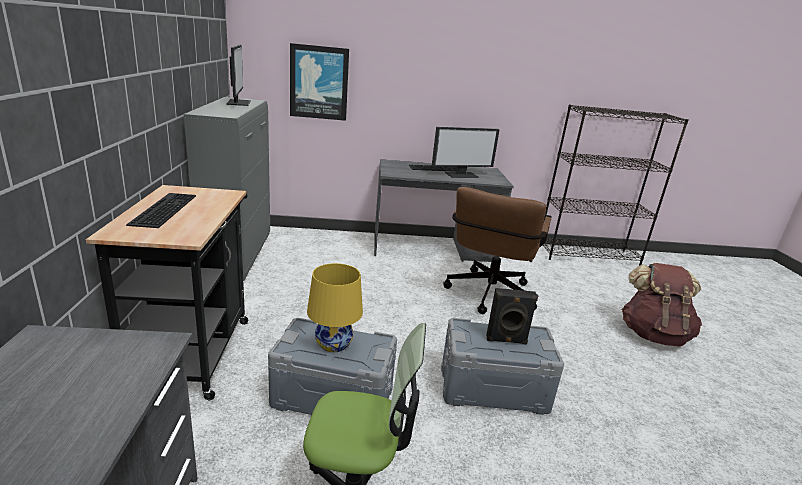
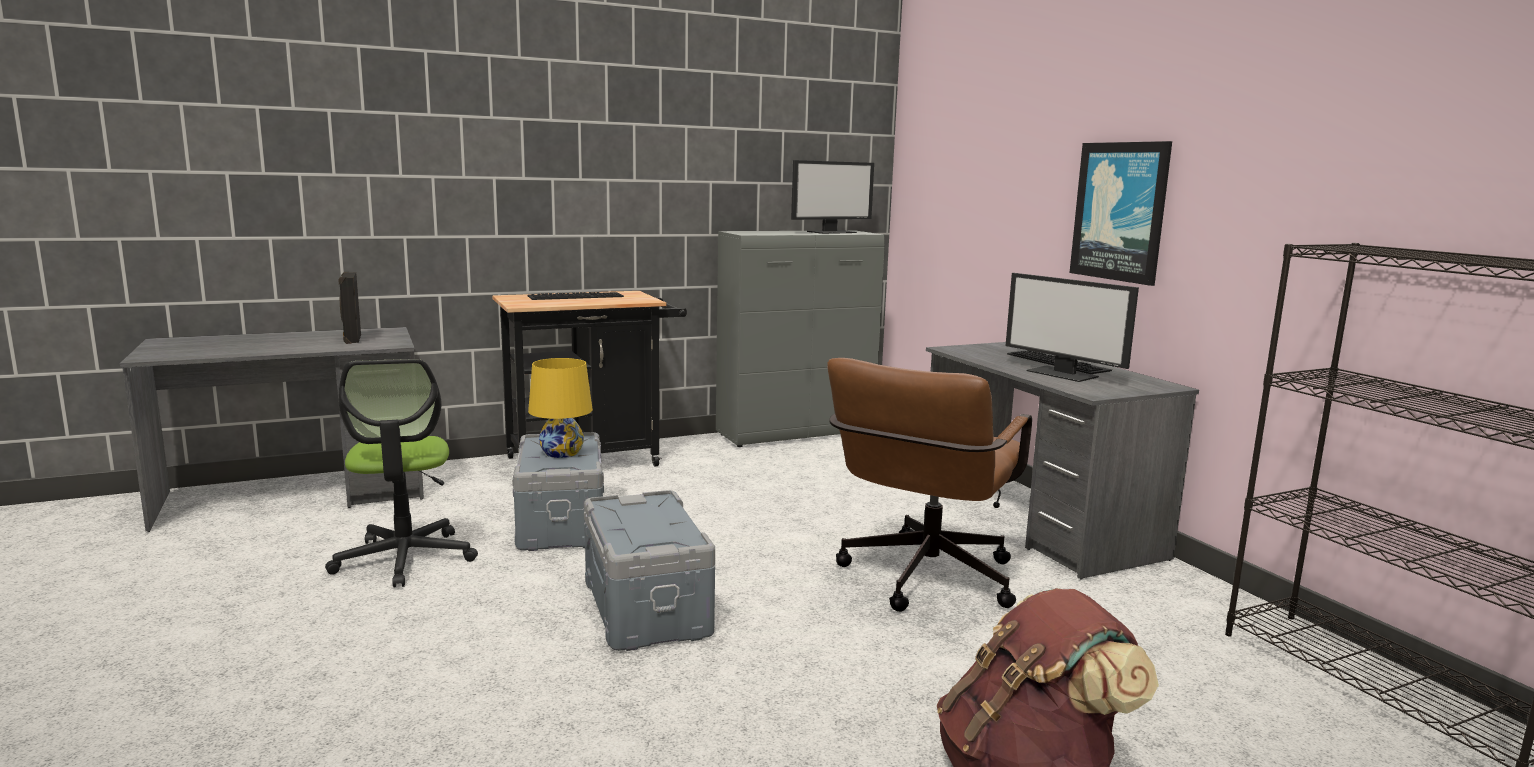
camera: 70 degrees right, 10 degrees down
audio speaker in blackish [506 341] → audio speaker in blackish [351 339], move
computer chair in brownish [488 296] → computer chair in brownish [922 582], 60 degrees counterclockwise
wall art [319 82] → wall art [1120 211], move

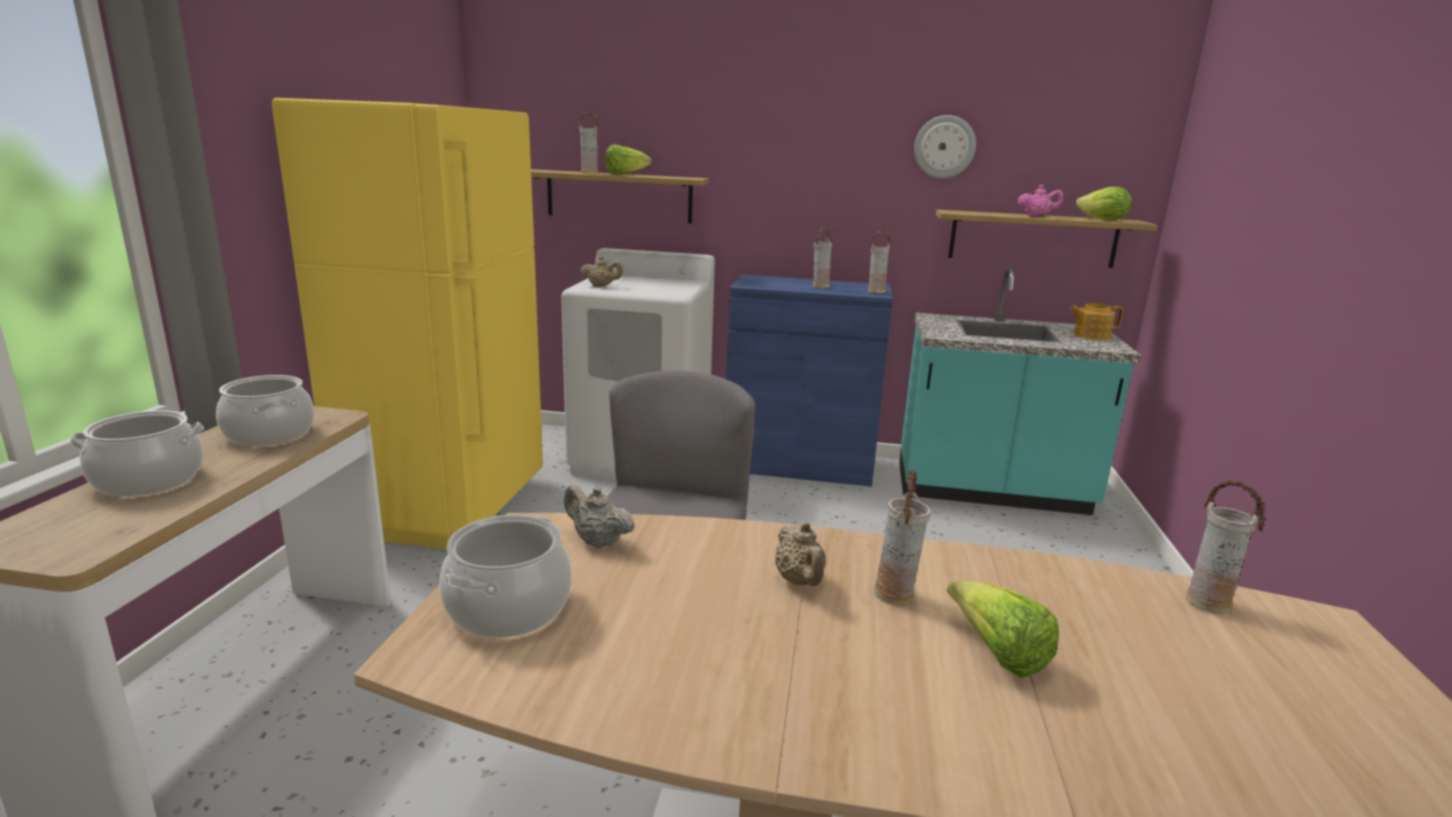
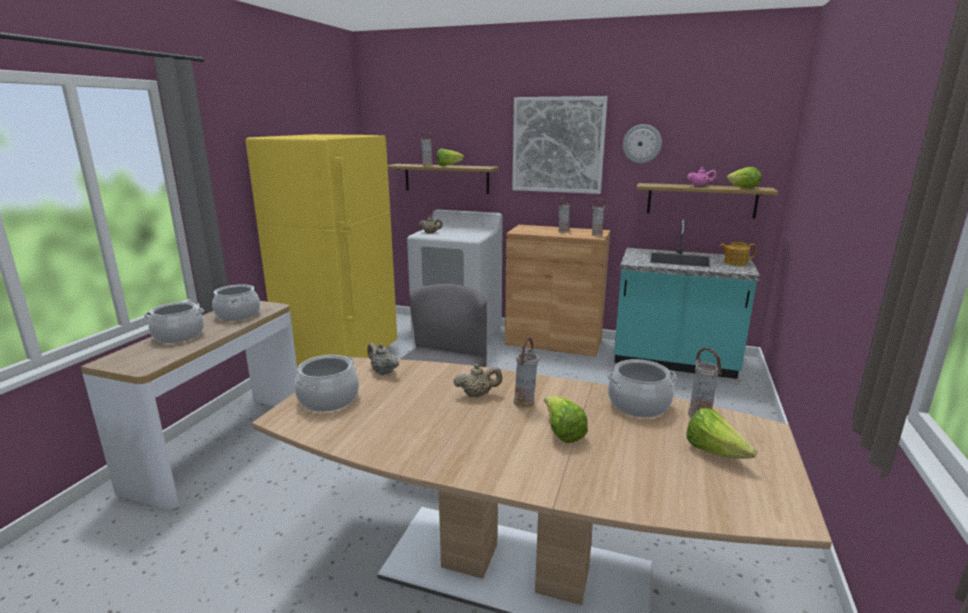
camera: 10 degrees right, 0 degrees up
teapot in sand-coloured [800 581] → teapot in sand-coloured [477 395], 90 degrees counterclockwise
cupboard in blue [798 464] → cupboard in brownish [553 342]
- → wall art [558 145]
- → saucepot [638 404]
- → lettuce [714 452]

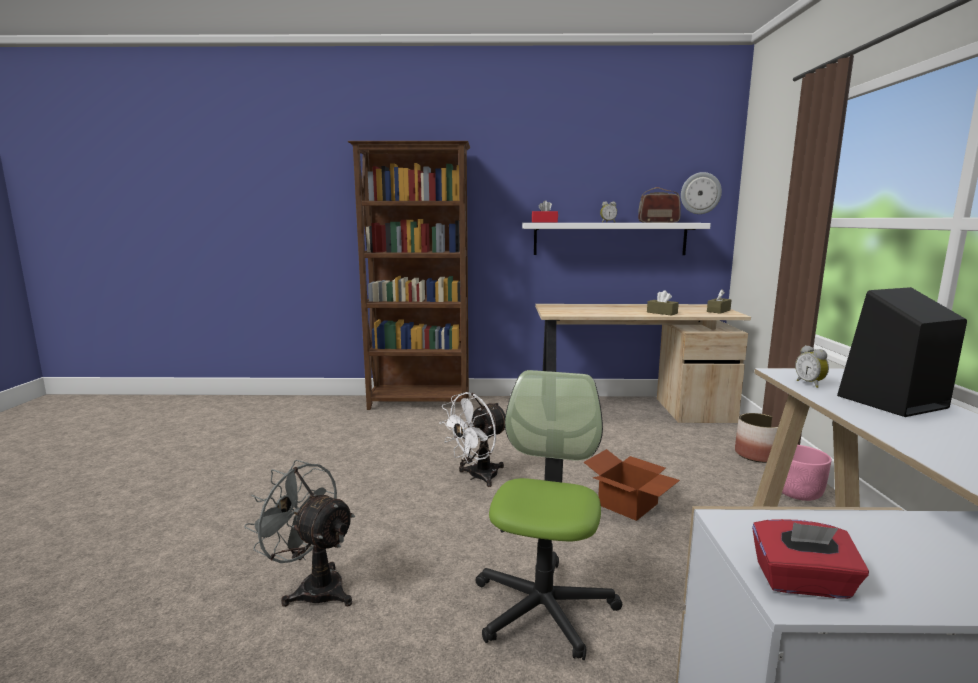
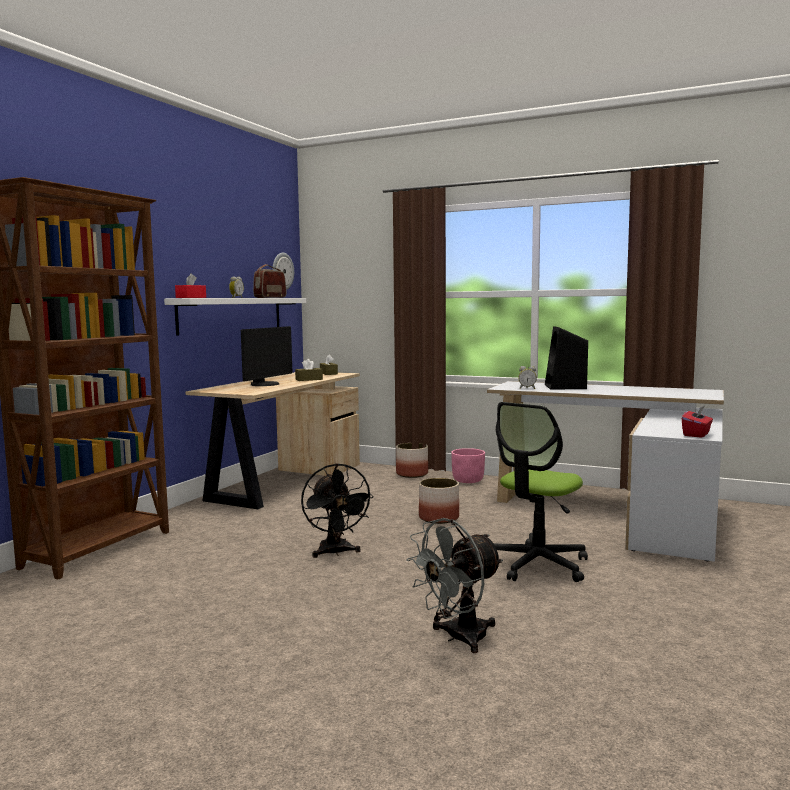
camera: 65 degrees left, 5 degrees down
- → monitor [266 384]
electric fan in whitish [477 477] → electric fan in blackish [336 553]
carton [628 505] → plant pot [439 518]
computer chair [543 607] → computer chair [537 564], 90 degrees counterclockwise

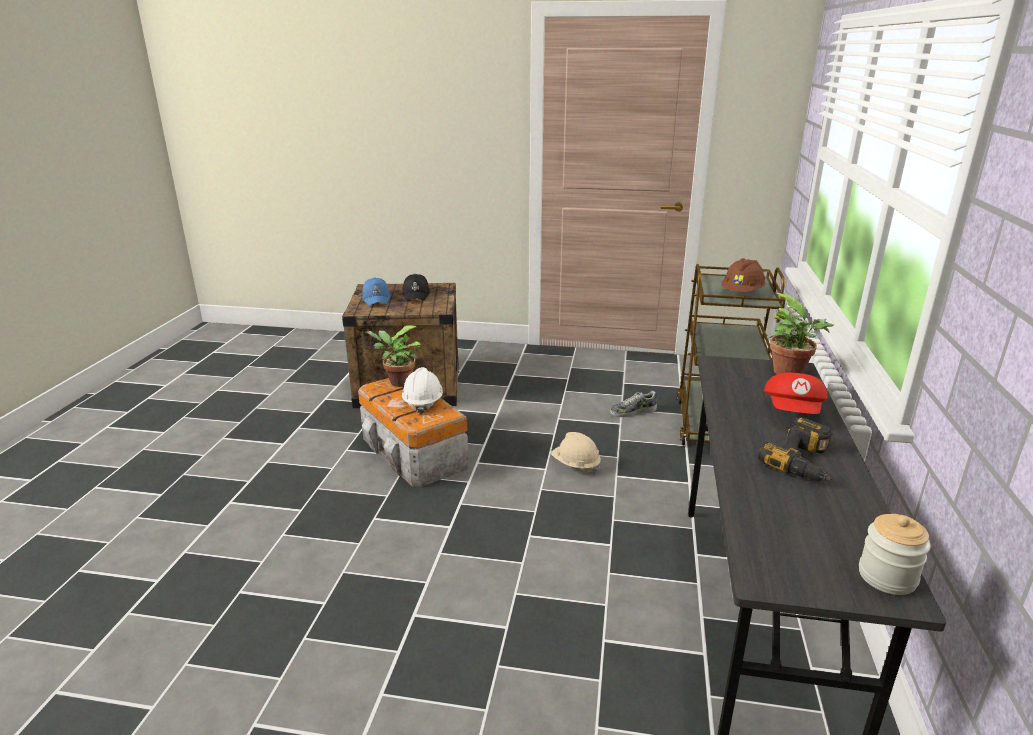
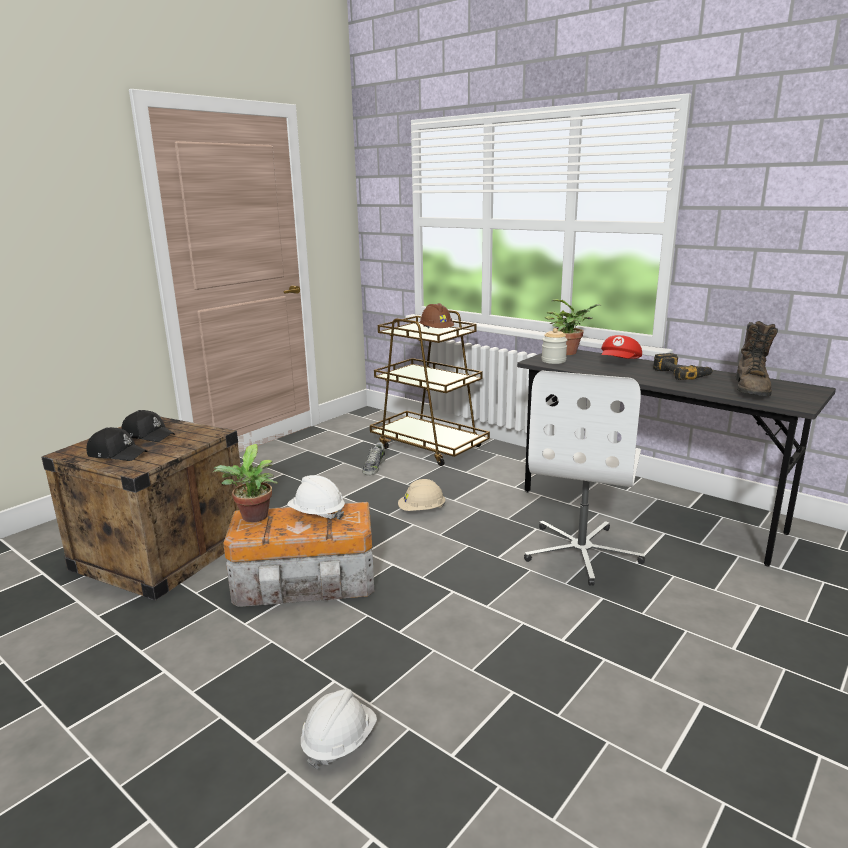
camera: 60 degrees left, 5 degrees down
cap in blue [377 298] → cap in blackish [117 454]
- → safety helmet in whitish [339 742]
- → computer chair in whitish [582 552]
jar [887 577] → jar [553 361], move
cap in red [793 411] → cap in red [620 363], 75 degrees clockwise
- → boot in brownish [752 389]

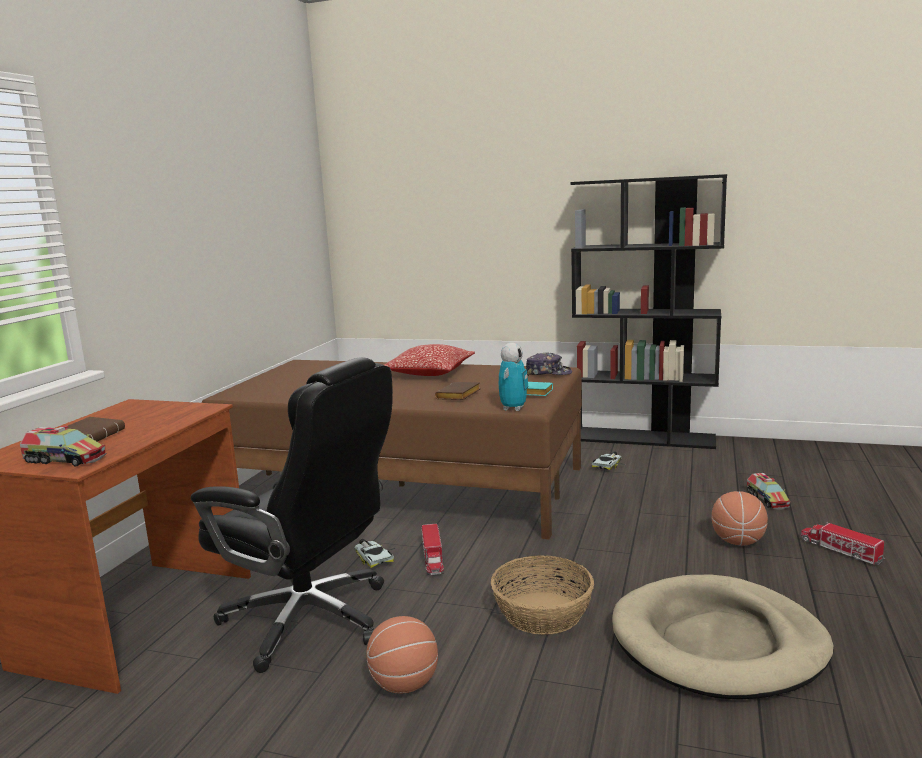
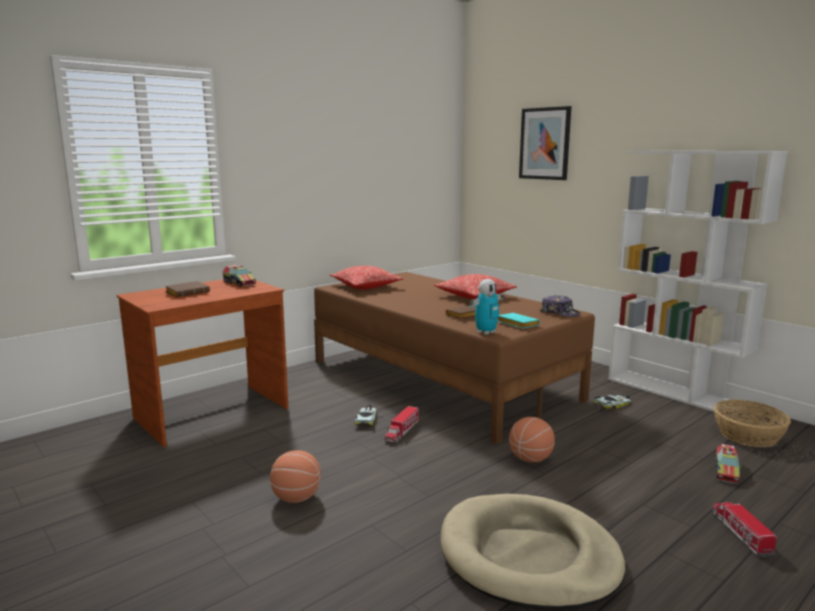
camera: 30 degrees right, 0 degrees up
model truck [65 459] → model truck [239 283], move
- → pillow [366 287]
ball for basketball [738 541] → ball for basketball [530 459], move
- → wall art [545 143]
shelving unit in blackish [644 438] → shelving unit in whitish [675 392]
household basket [542 612] → household basket [748 435], move
computer chair in blackish [310 619] → -

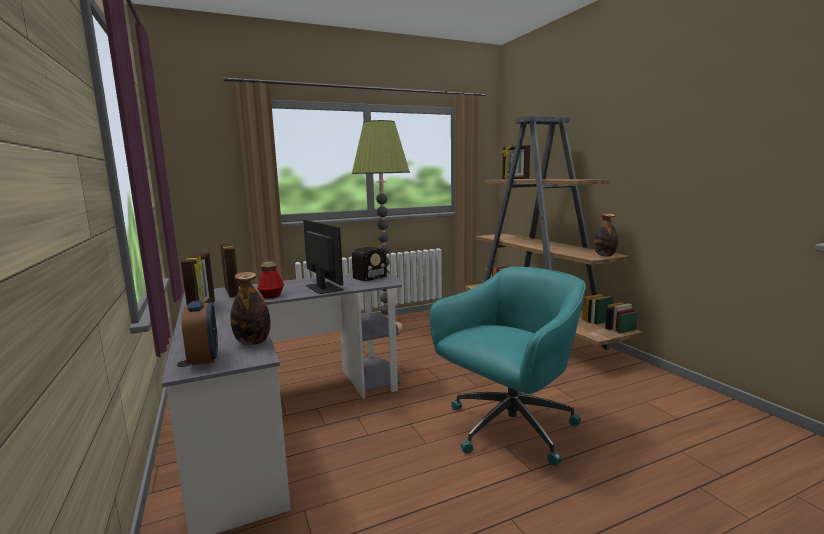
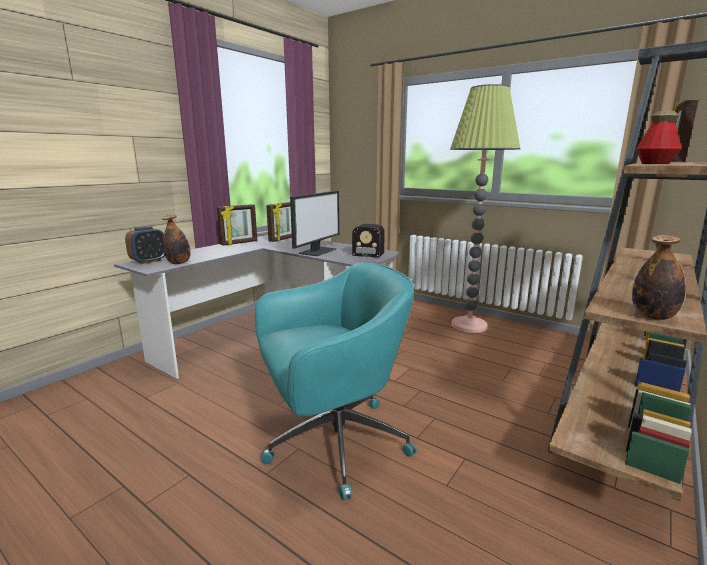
camera: 60 degrees right, 5 degrees up
computer chair in turquoise-coloured [508 428] → computer chair in turquoise-coloured [333 443], 45 degrees counterclockwise
drink bottle [271 296] → drink bottle [655 163], move

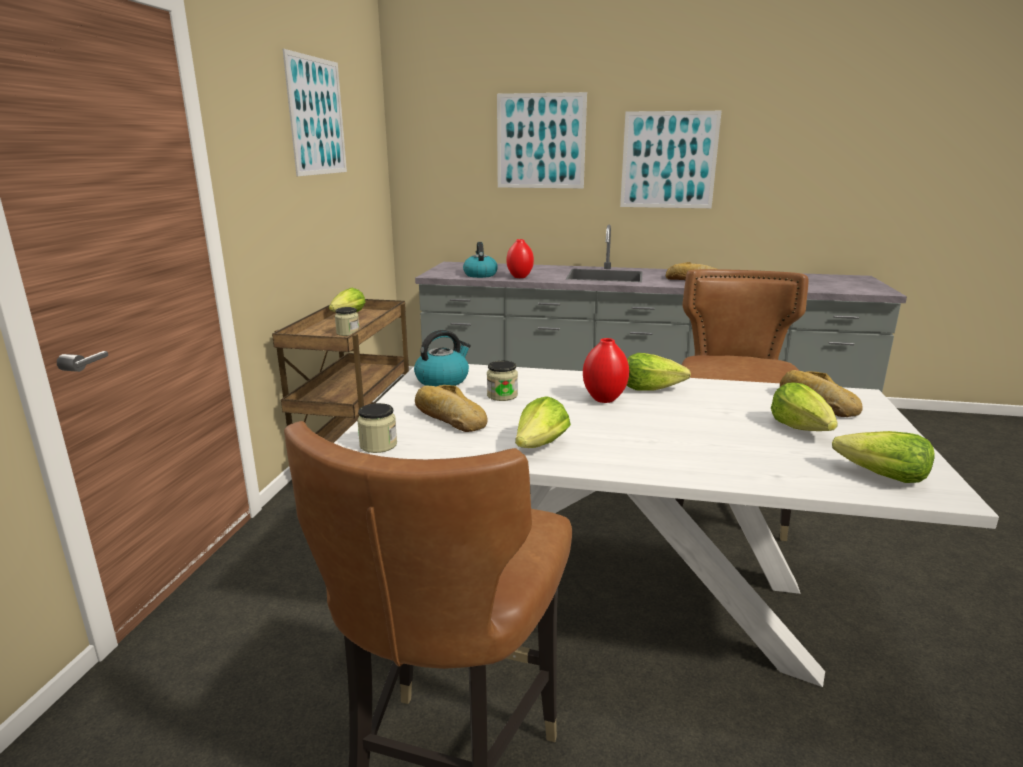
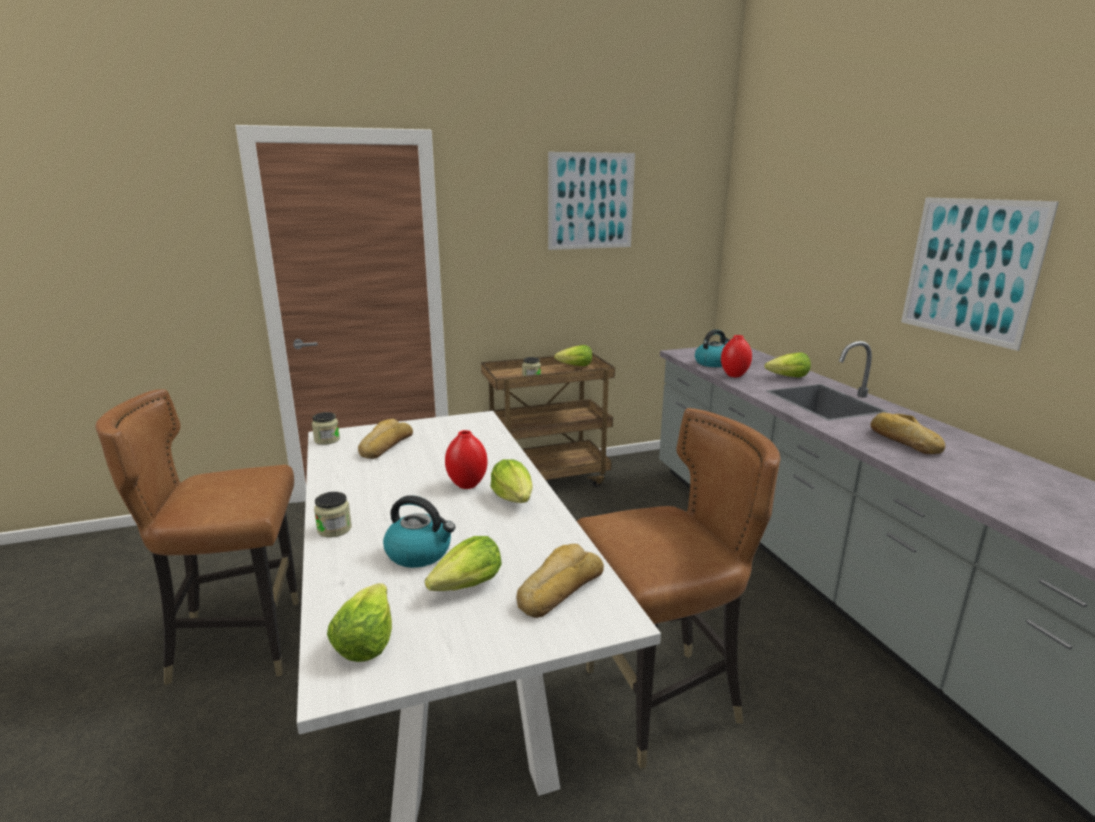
camera: 60 degrees right, 0 degrees up
jar [502 395] → jar [334 529], move
kettle [443 380] → kettle [420 553], move
lettuce [540 445] → lettuce [788 377], move
wall art [540 141] → -

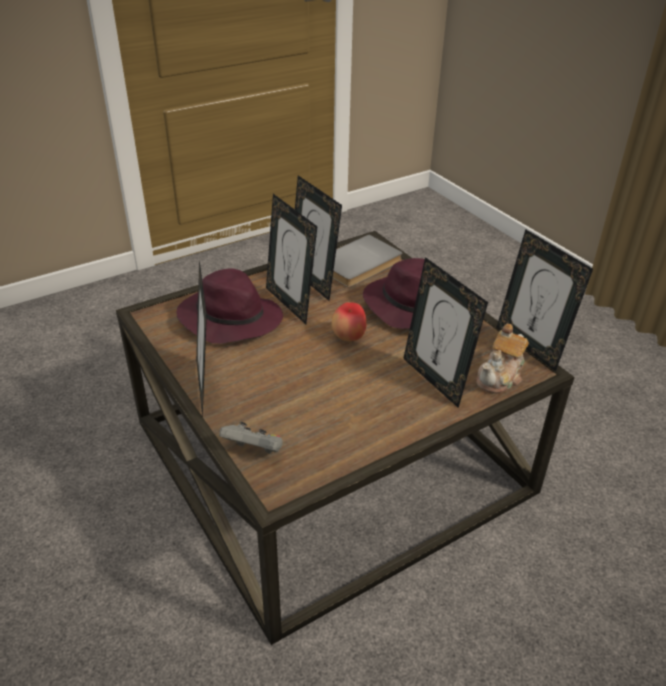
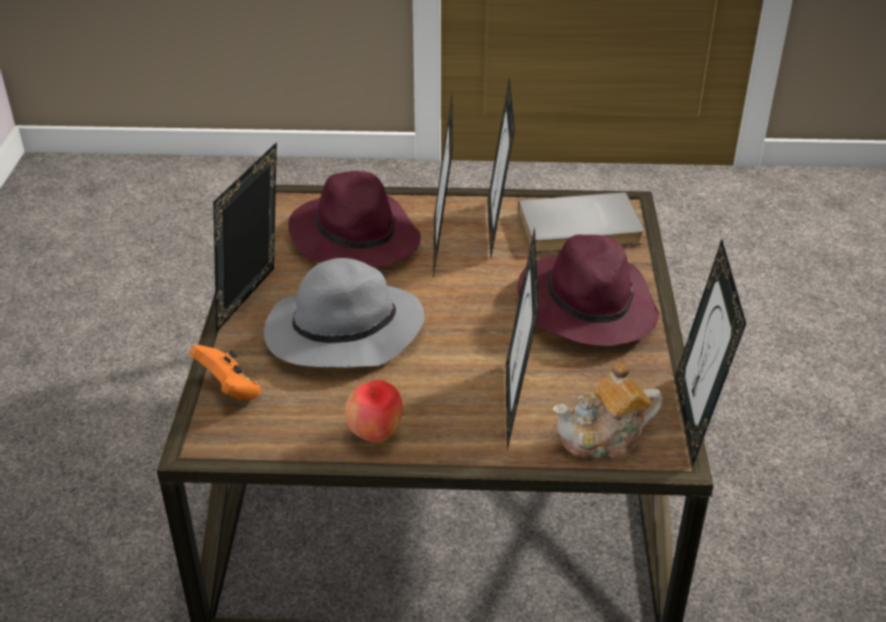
camera: 35 degrees right, 0 degrees up
gamepad in greyish [255 450] → gamepad in orange [230 390]
- → wearable hat in greyish [342 334]
apple fruit [349 338] → apple fruit [375 434], move

